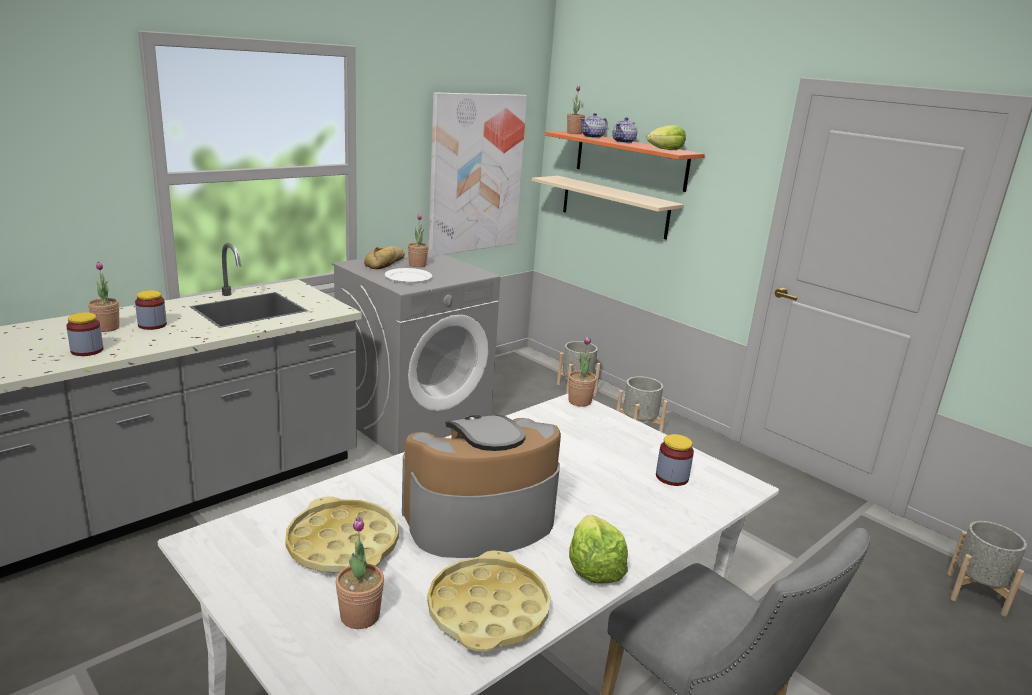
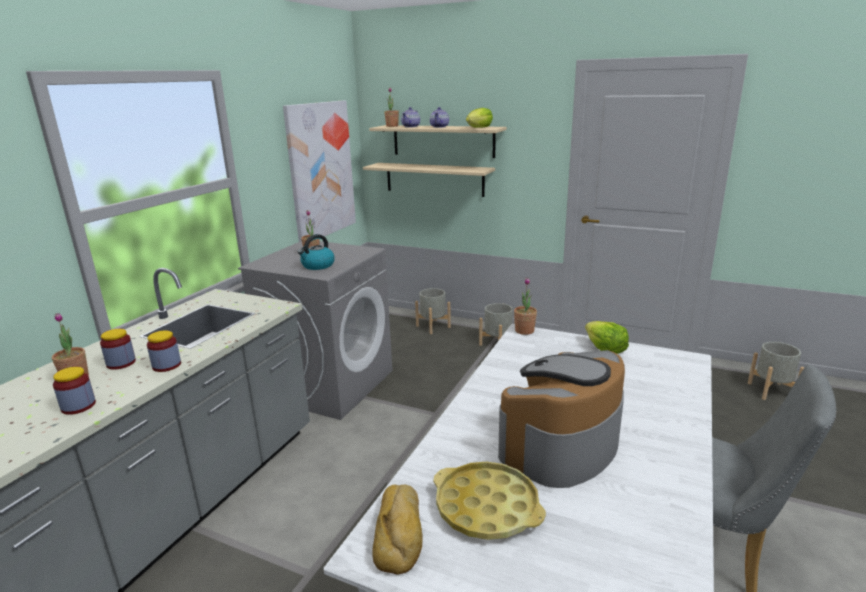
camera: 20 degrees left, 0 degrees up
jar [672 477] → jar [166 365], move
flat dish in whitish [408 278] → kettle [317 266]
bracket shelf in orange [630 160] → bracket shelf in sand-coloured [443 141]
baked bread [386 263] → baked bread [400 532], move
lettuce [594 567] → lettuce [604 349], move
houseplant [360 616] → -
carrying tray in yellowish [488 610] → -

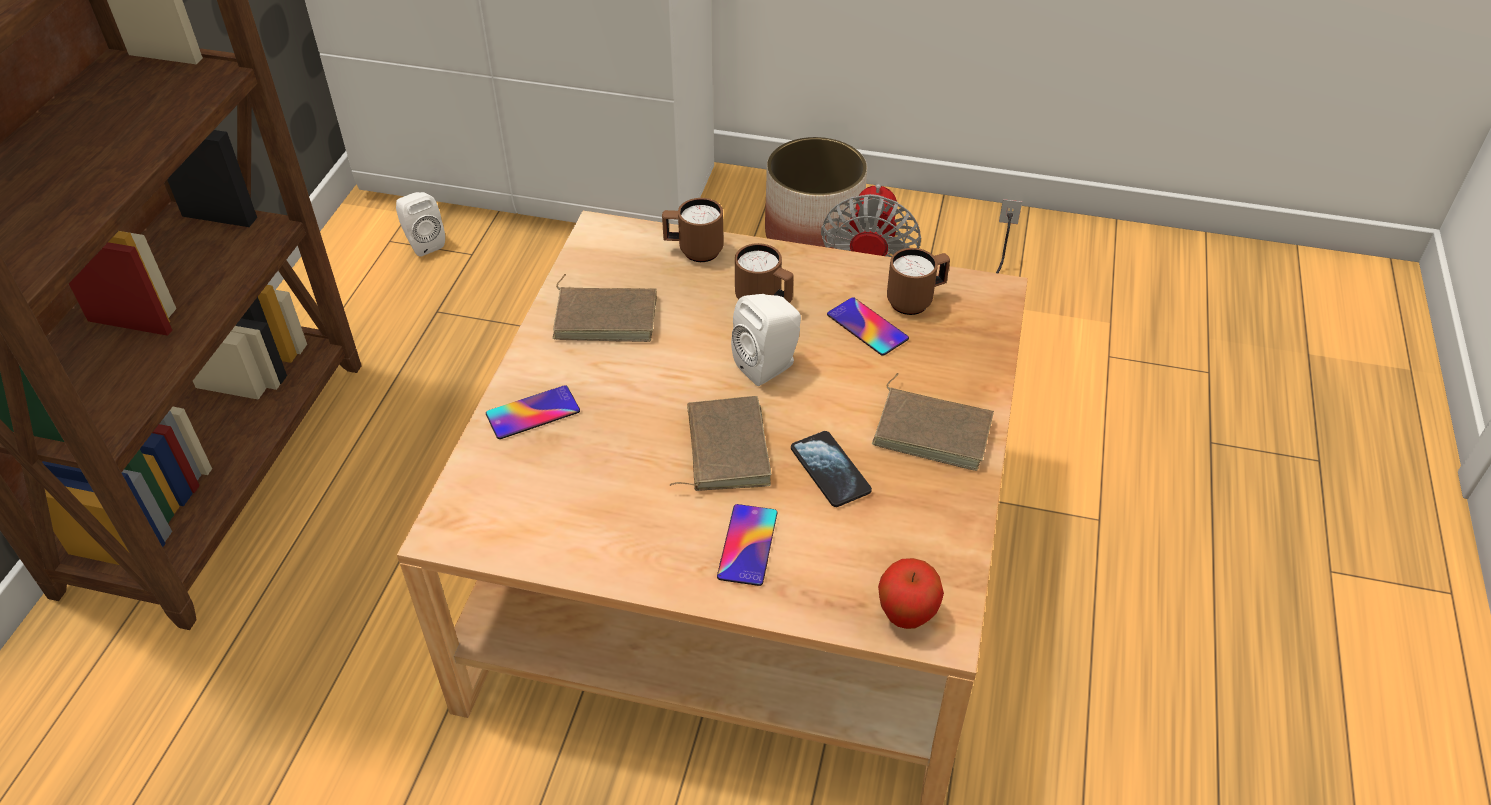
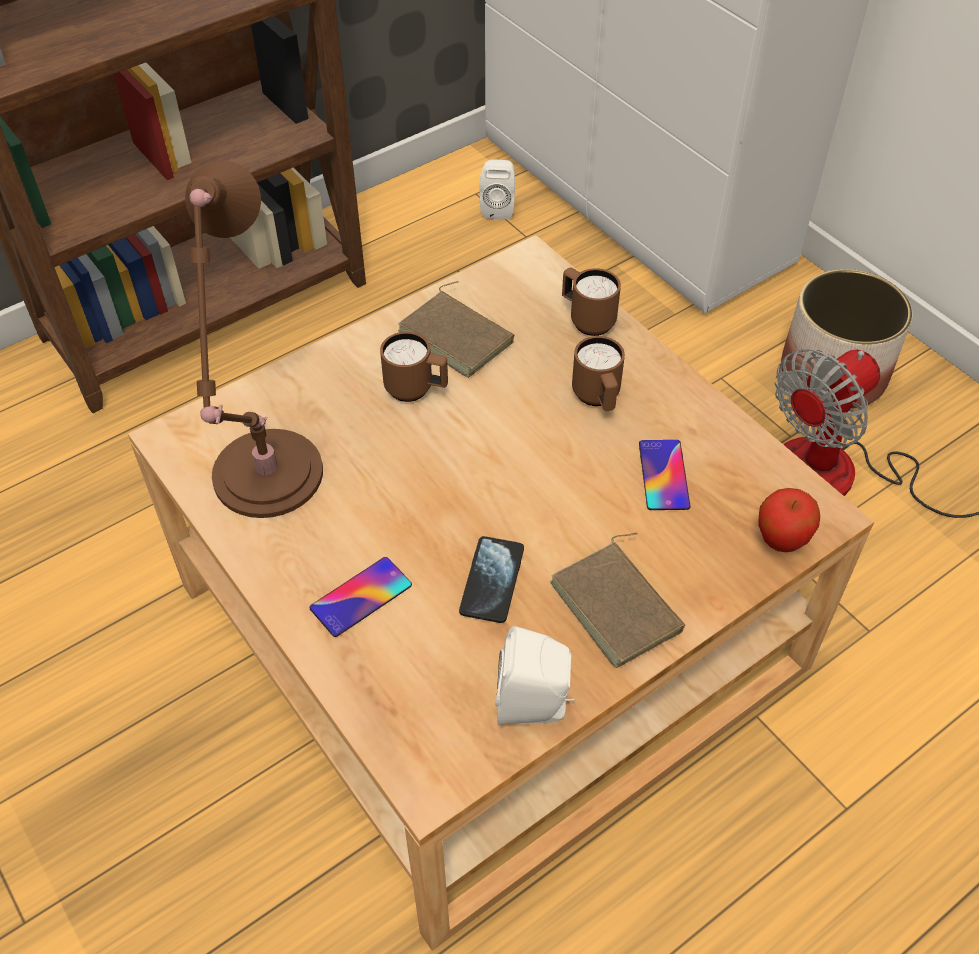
camera: 40 degrees right, 5 degrees up
- → tabletop lamp in brownish [266 482]
coffee mug in brownish [916 301] → coffee mug in brownish [416 390], move
audio speaker in whitish [769 366] → audio speaker in whitish [535 706], move
apple fruit [906 616] → apple fruit [781 541], move
telephone [533 413] → -
bound book in brownish [723 448] → -

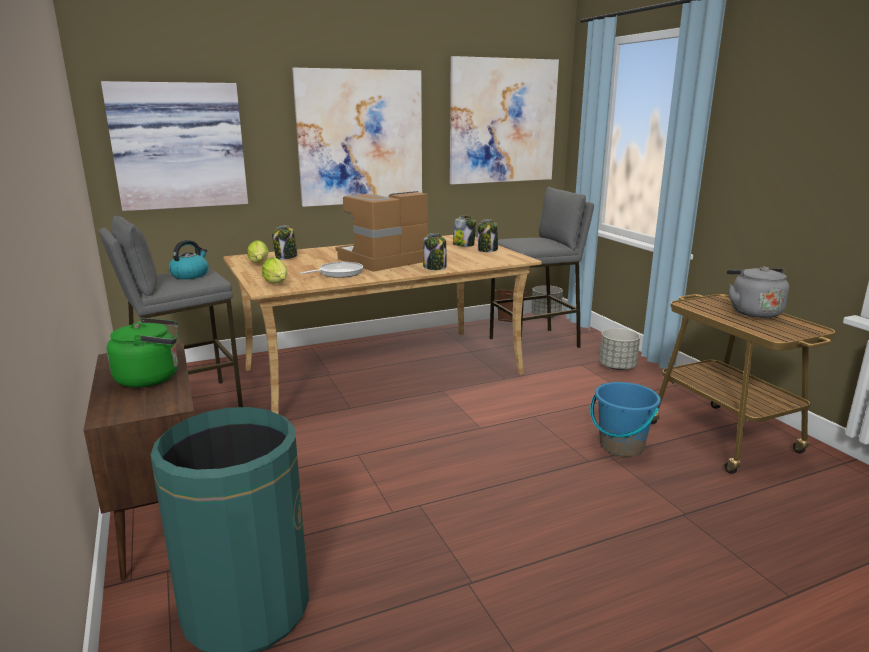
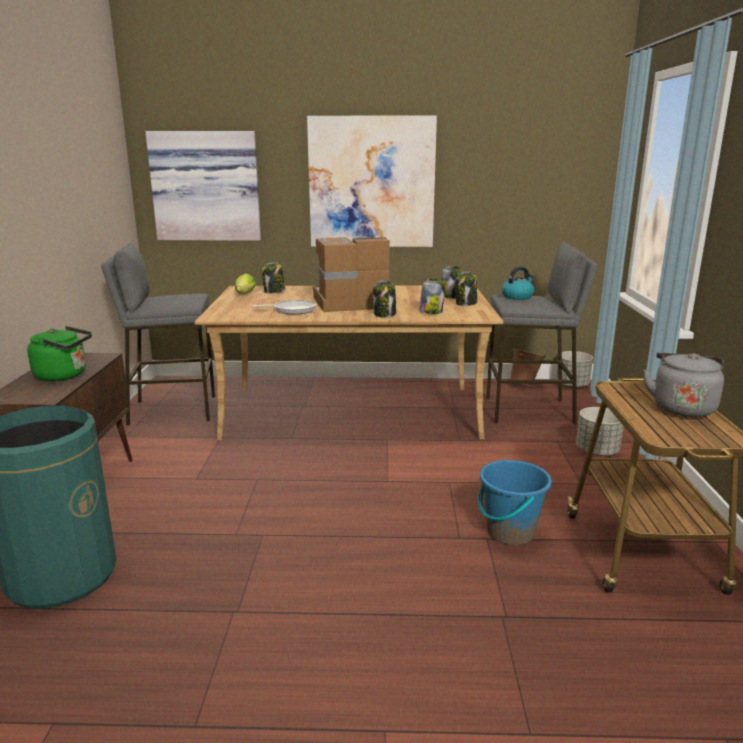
camera: 25 degrees right, 0 degrees up
- → jar [431 312]
kettle [190 275] → kettle [517 296], move
lettuce [277 284] → -
wall art [503 121] → -

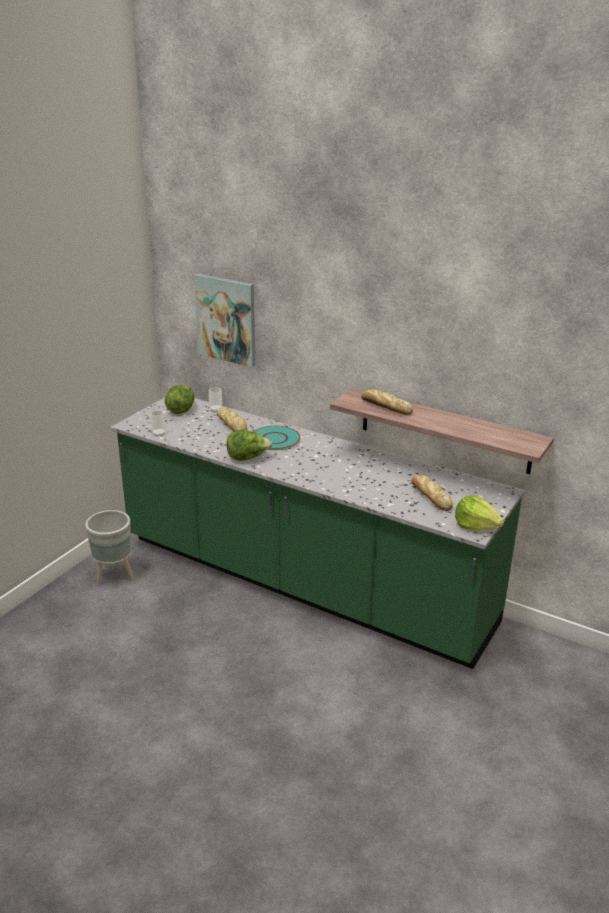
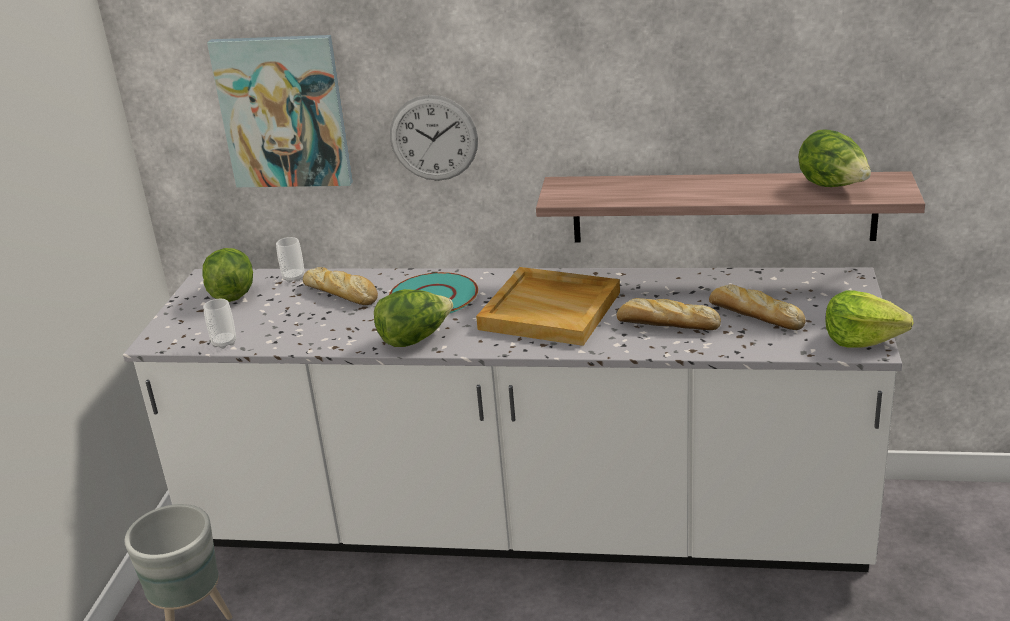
camera: 20 degrees left, 0 degrees up
kitchen base unit in green [302 582] → kitchen base unit in whitish [523 526]
- → clock on the wall [433 138]
- → carrying tray in sand-coloured [551 310]
baked bread [385 406] → baked bread [665 324], move
- → lettuce [833 187]

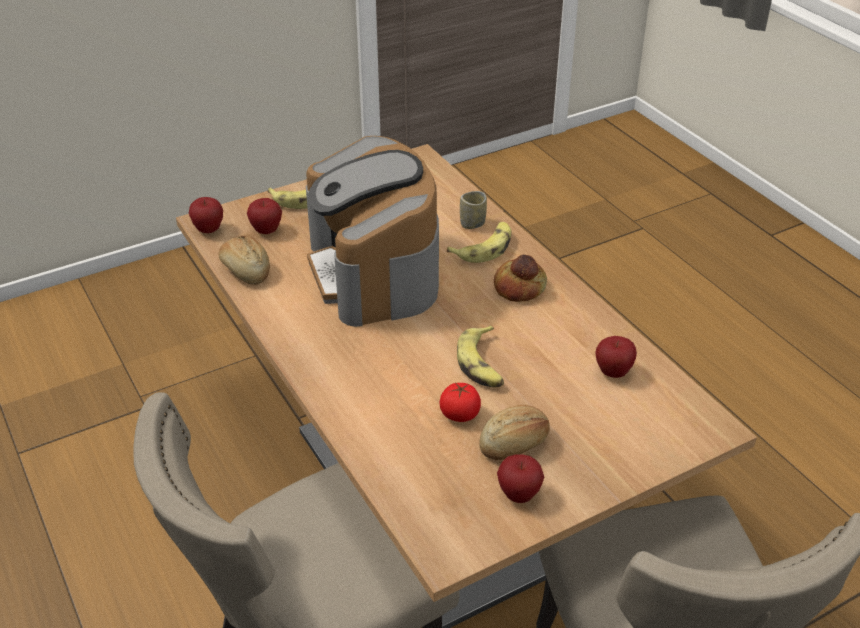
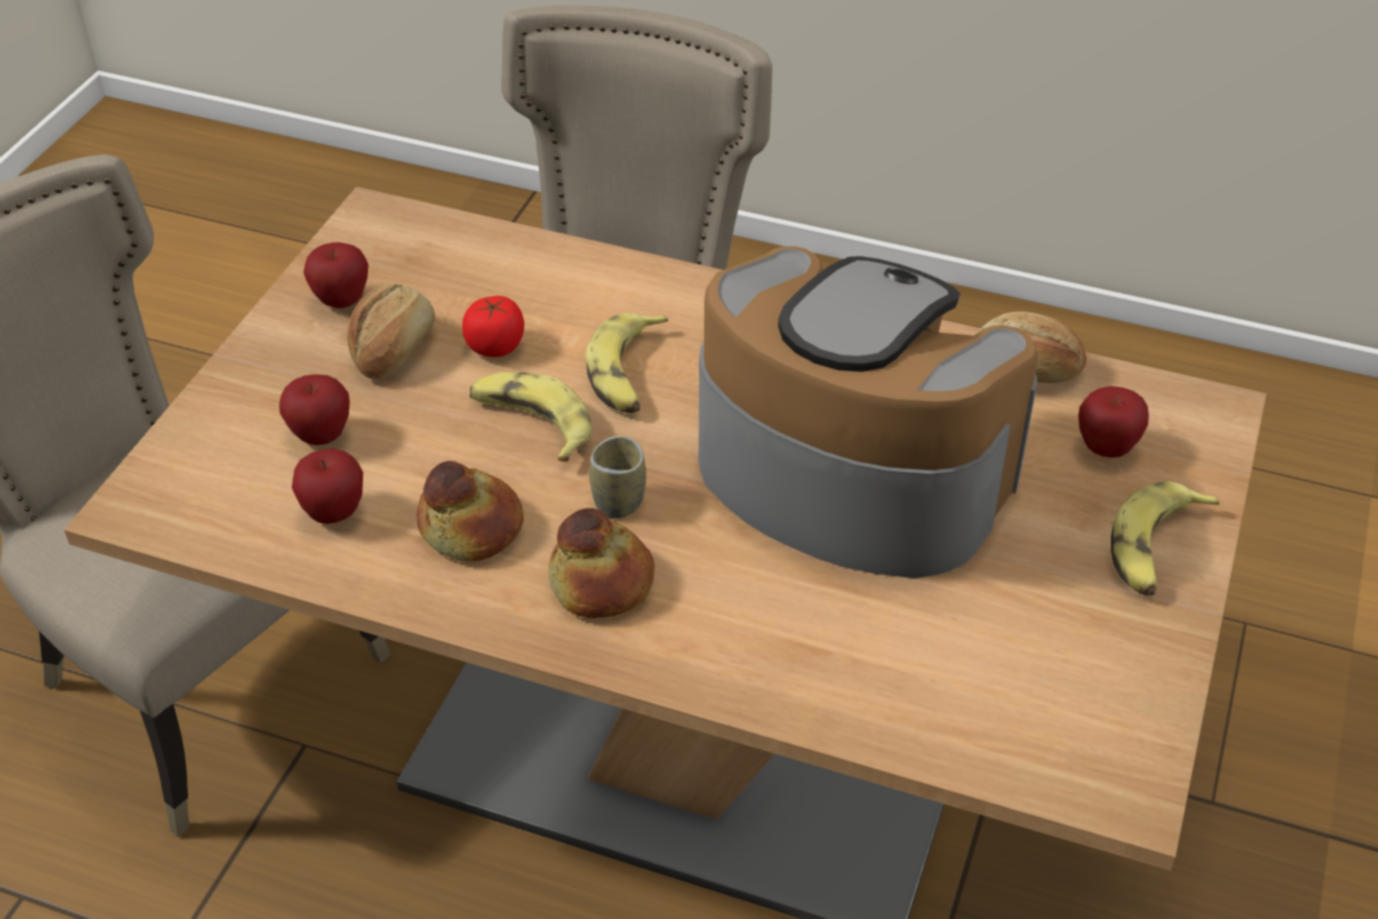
camera: 140 degrees right, 5 degrees up
apple fruit [208 230] → apple fruit [321 436], move
- → baked bread [472 526]
whole banana [484 248] → whole banana [627 374], move
cup [472 223] → cup [618 502], move

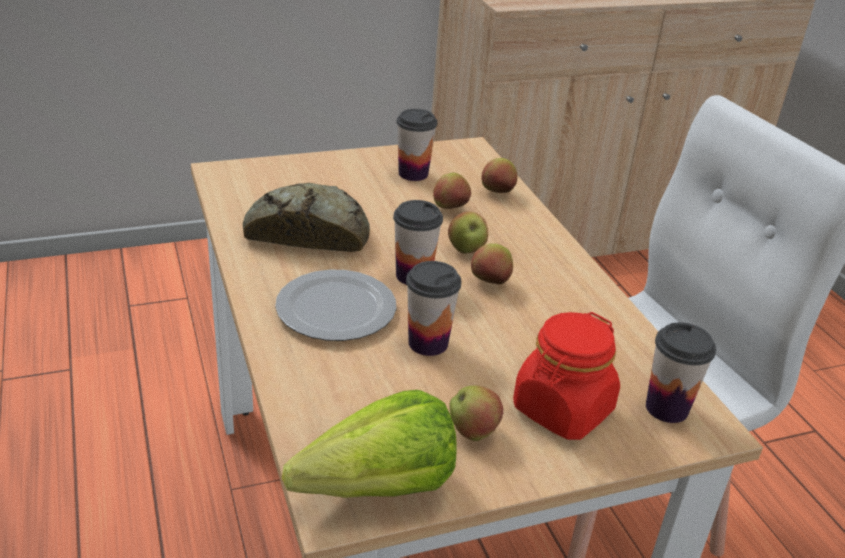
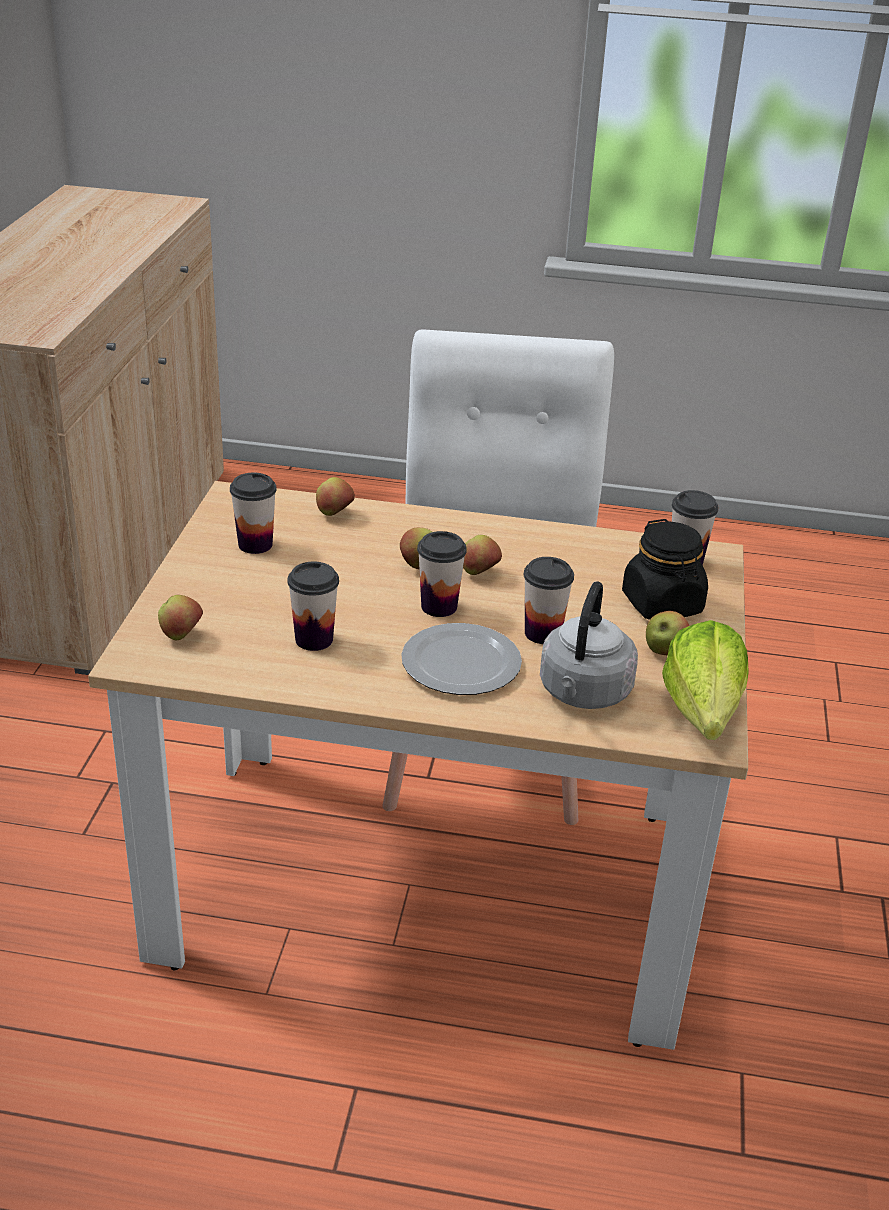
camera: 60 degrees left, 0 degrees up
apple fruit [450 208] → apple fruit [181 636], move
baked bread [308 231] → cup [314 639]
- → kettle in greyish [583 694]
jar in red [562 410] → jar in blackish [662 604]

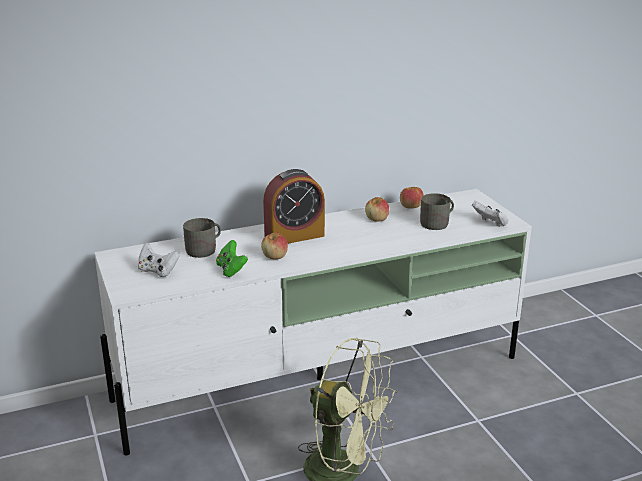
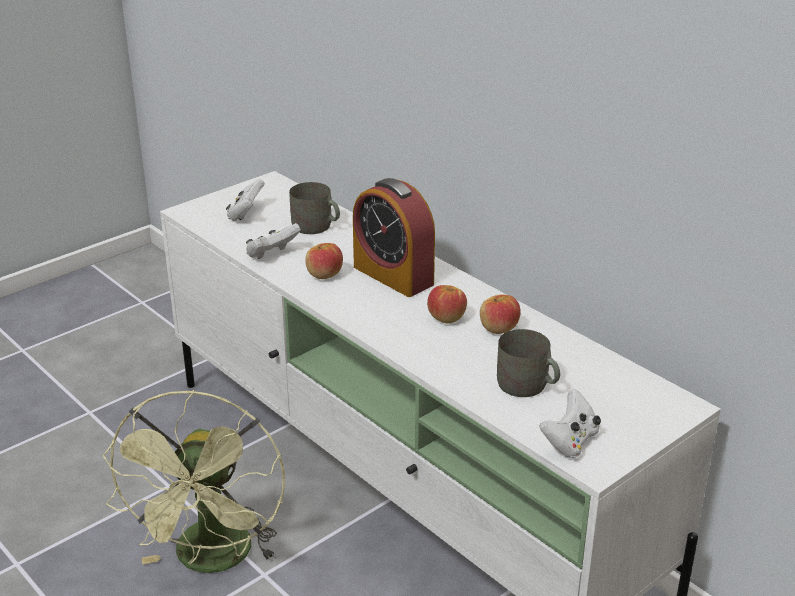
camera: 70 degrees right, 5 degrees up
gamepad in green [231 270] → gamepad in whitish [272 255]
apple fruit [410 206] → apple fruit [446 317], move

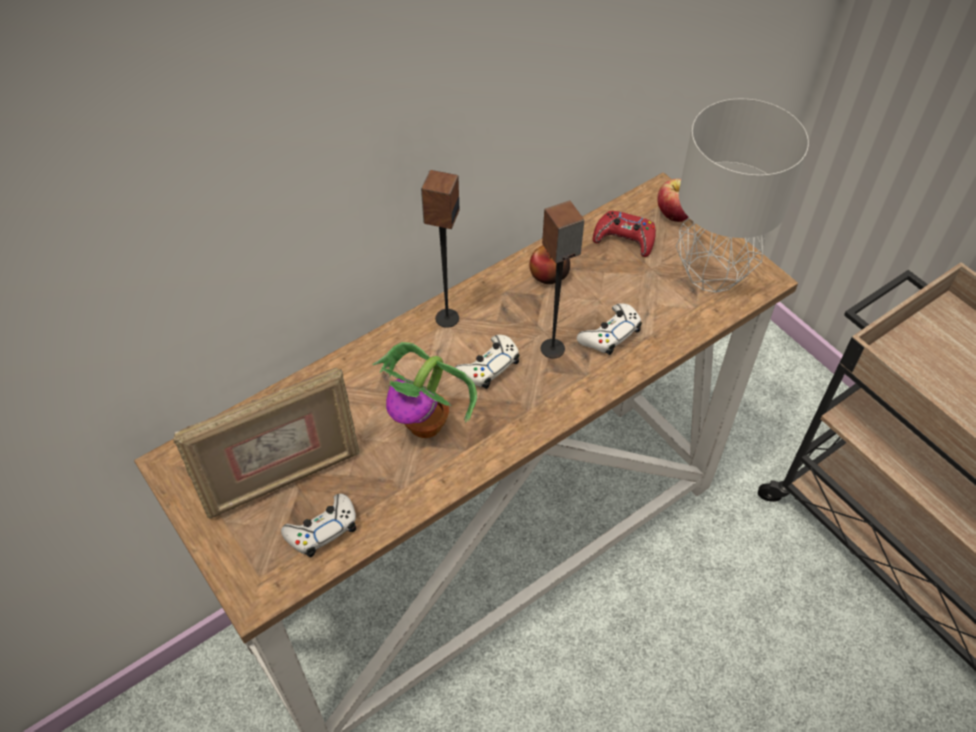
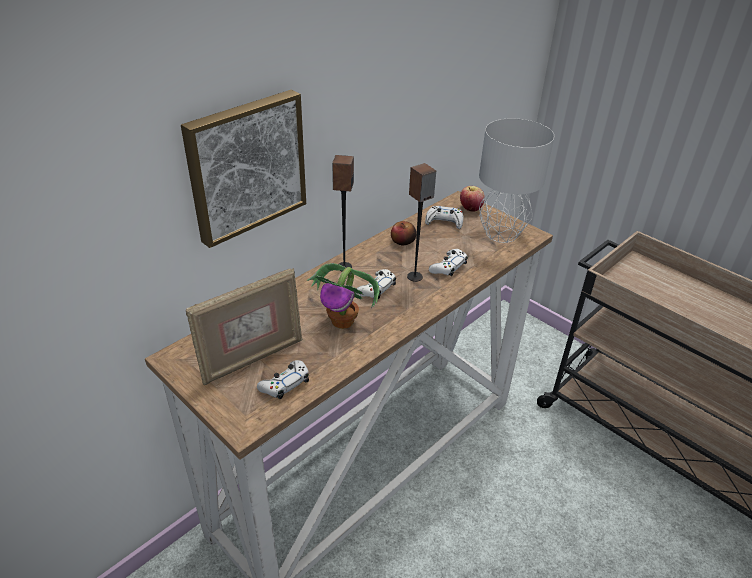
camera: 10 degrees left, 15 degrees down
- → wall art [245 166]
gamepad in red [624 239] → gamepad in whitish [444 221]

